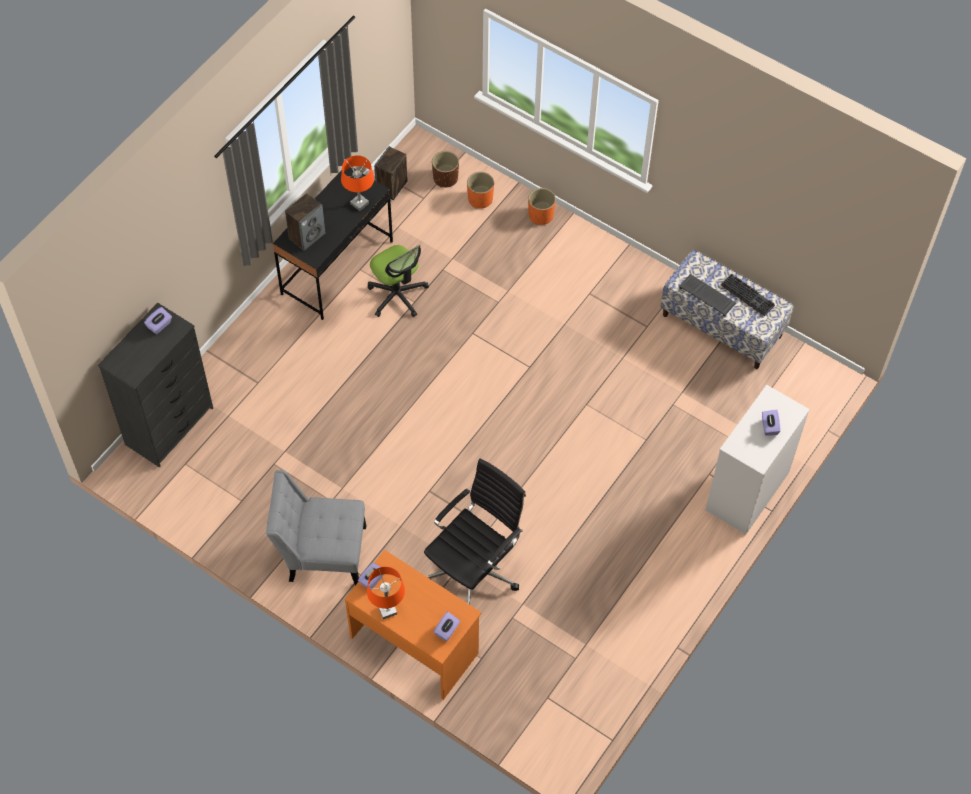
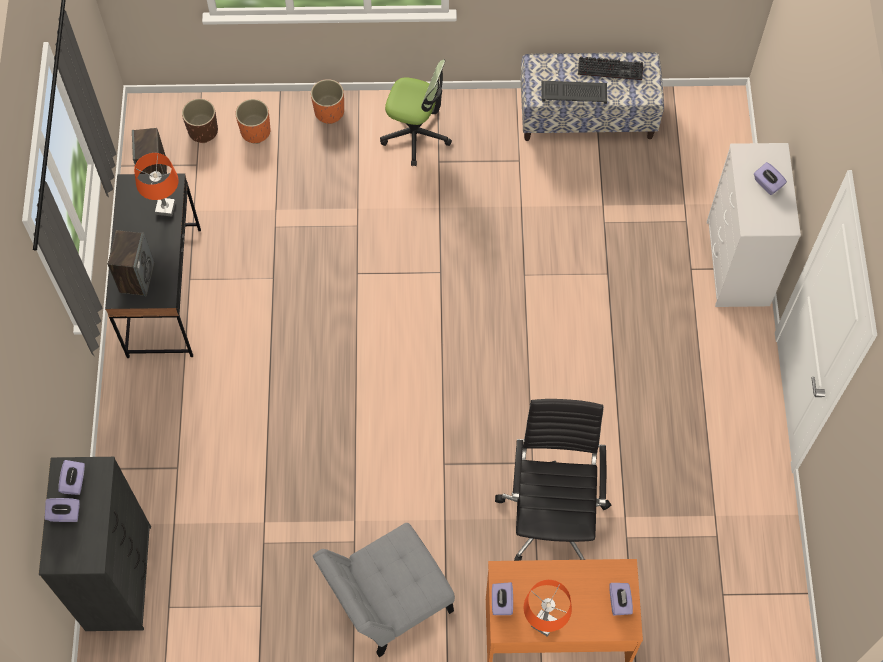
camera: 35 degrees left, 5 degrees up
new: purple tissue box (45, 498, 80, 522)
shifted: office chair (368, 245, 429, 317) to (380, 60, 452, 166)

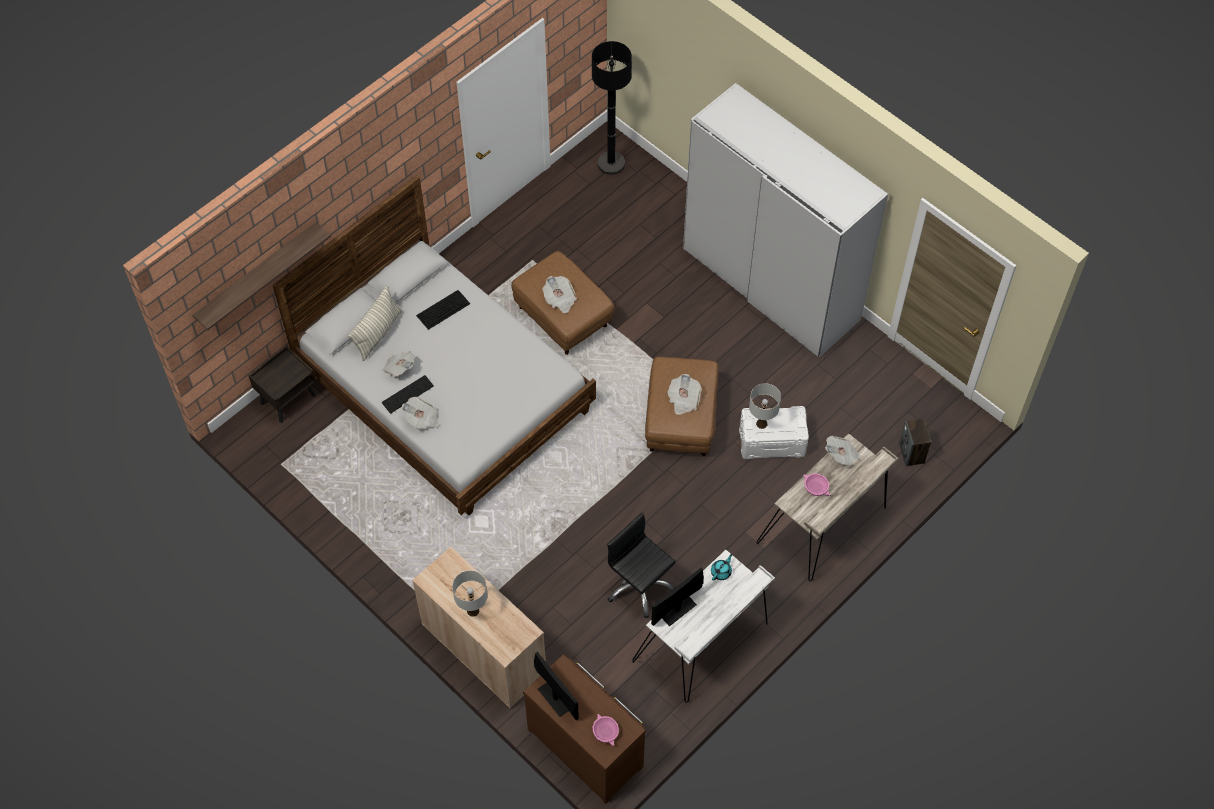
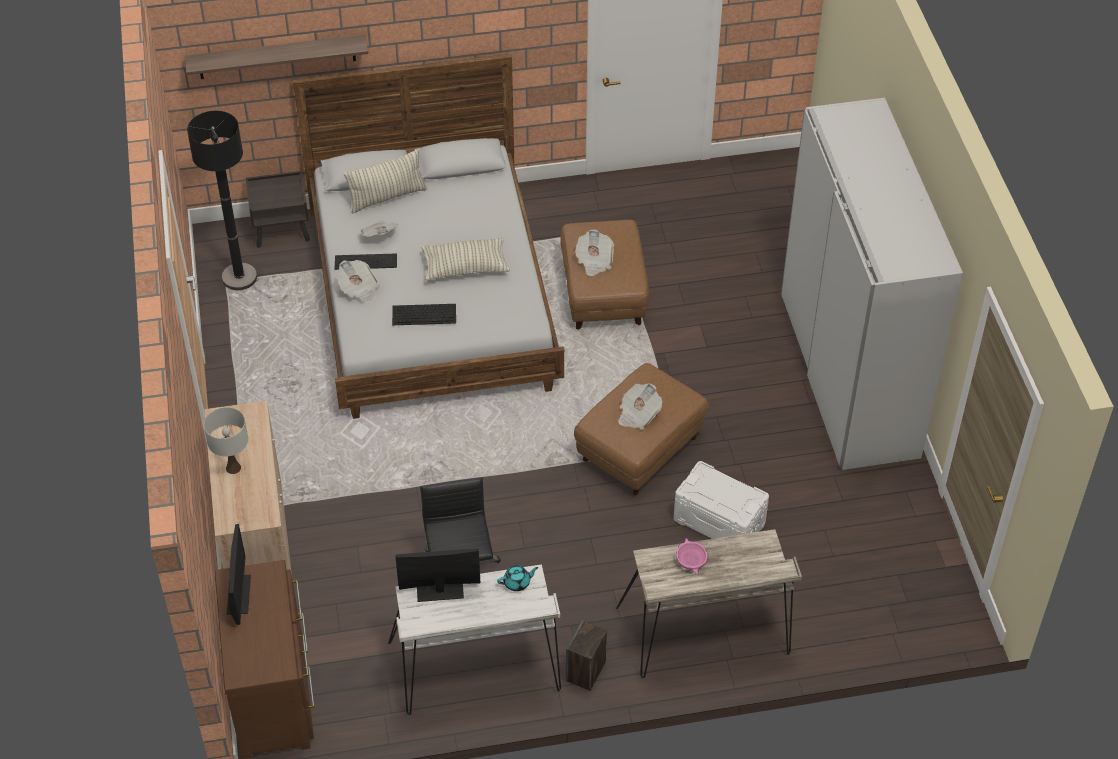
camera: 35 degrees right, 10 degrees down
gone: pink bowl (592, 714, 619, 746); white table lamp (749, 383, 781, 429); newspaper (825, 436, 861, 466)
new: pillow (421, 237, 510, 281)
shifted: keyboard (416, 290, 470, 330) to (392, 304, 456, 325); black floor lamp (592, 41, 632, 175) to (187, 111, 257, 290); speaker (899, 419, 932, 467) to (566, 620, 607, 691)

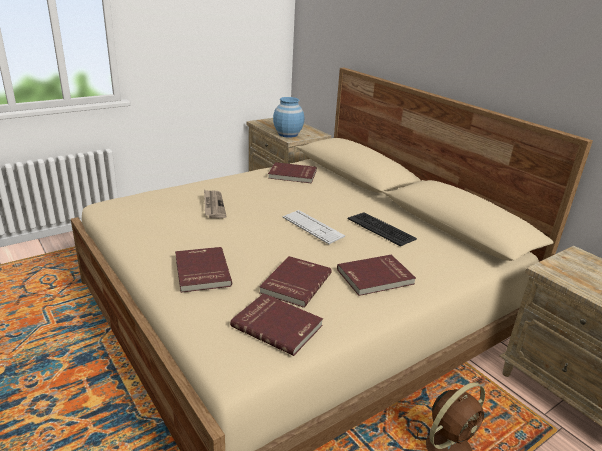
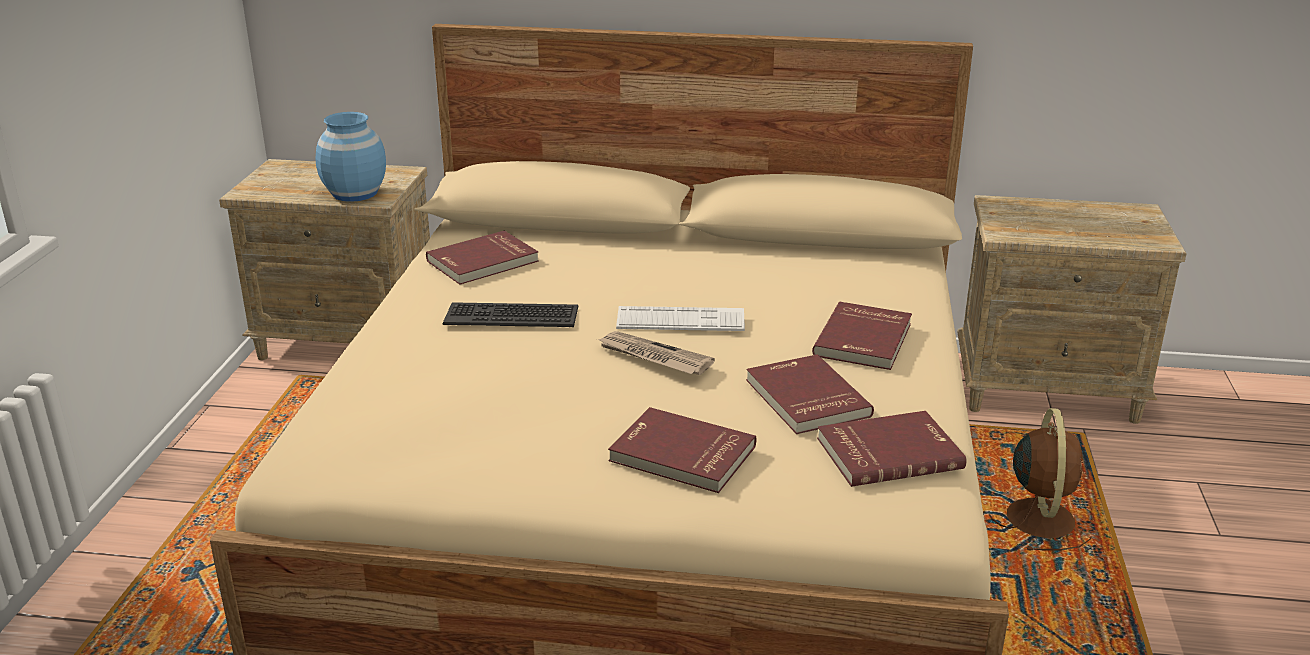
camera: 45 degrees left, 0 degrees up
shifted: newspaper (204, 190, 226, 218) to (597, 331, 715, 375); keyboard (347, 212, 417, 246) to (443, 302, 578, 327)

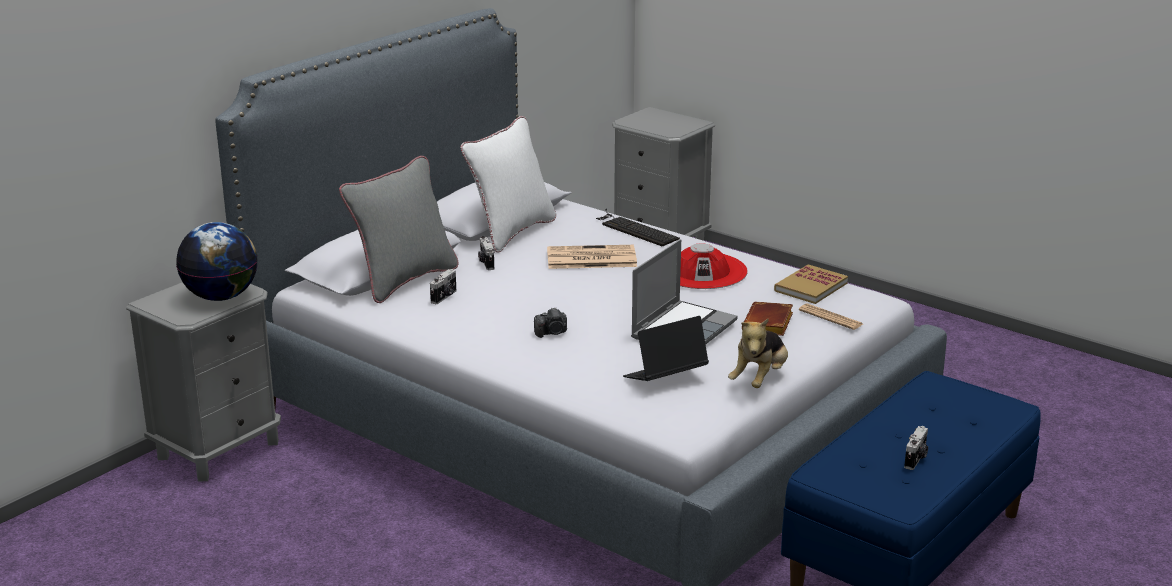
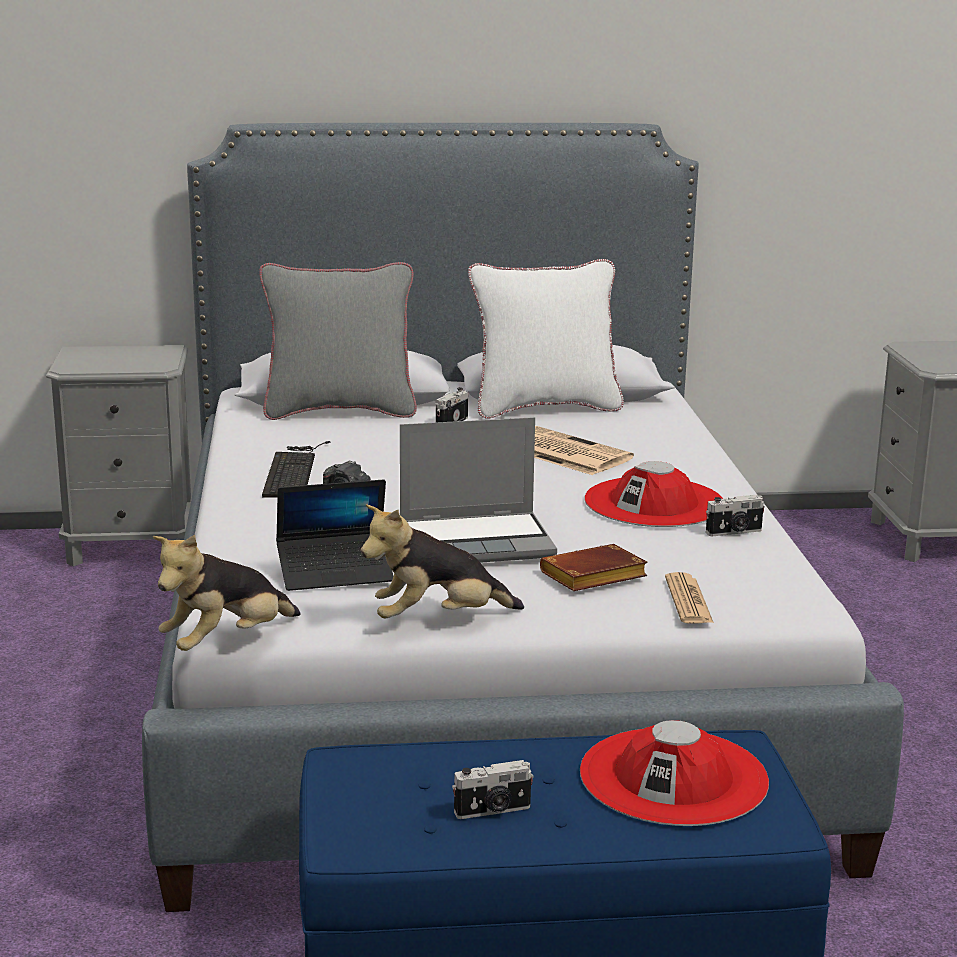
camera: 45 degrees right, 5 degrees down
gone: globe (176, 222, 258, 301); book (774, 264, 848, 304)
new: plush toy (153, 535, 301, 651); red hat (580, 720, 769, 826)
shifted: photo camera (430, 269, 456, 304) to (706, 495, 765, 536); keyboard (596, 208, 680, 247) to (262, 441, 330, 498)
rotated: laptop (623, 316, 709, 381) = (276, 479, 393, 591) 150 degrees clockwise

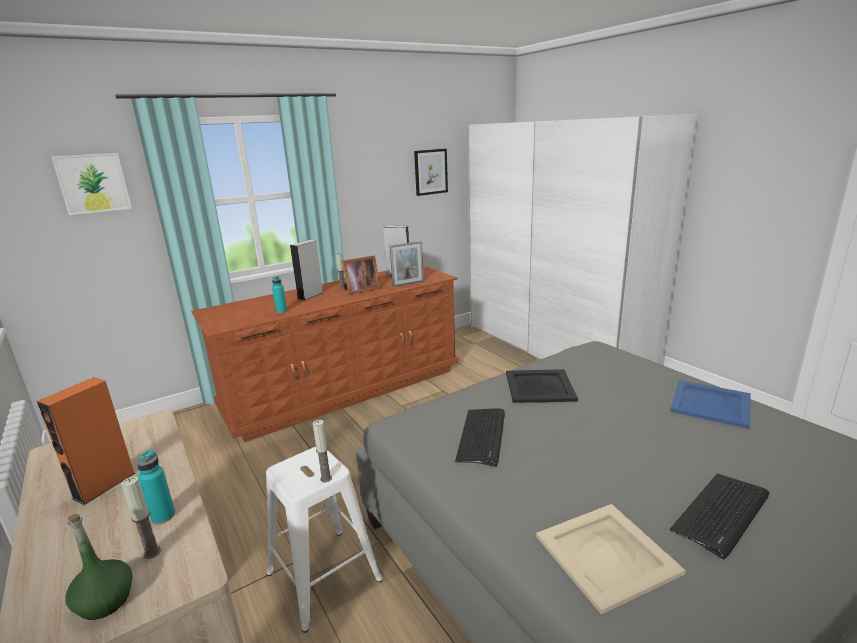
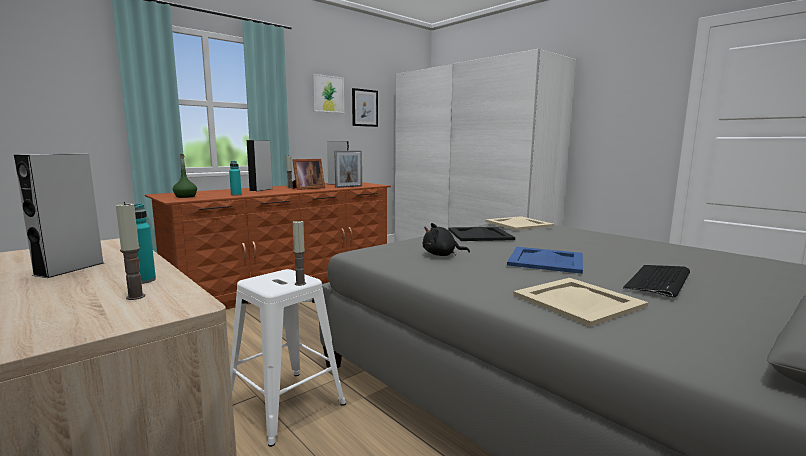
camera: 10 degrees left, 10 degrees down
new: beige tray (485, 216, 554, 230)
shifted: picture (51, 153, 132, 215) to (312, 74, 344, 113); green bottle (66, 514, 133, 620) to (173, 154, 197, 198); blue tray (670, 380, 751, 429) to (507, 247, 583, 274)
swapped: keyboard (455, 408, 505, 466) to black plush toy (423, 223, 470, 256)
repainted: orange speaker (37, 377, 135, 505) to grey speaker (14, 154, 103, 278)

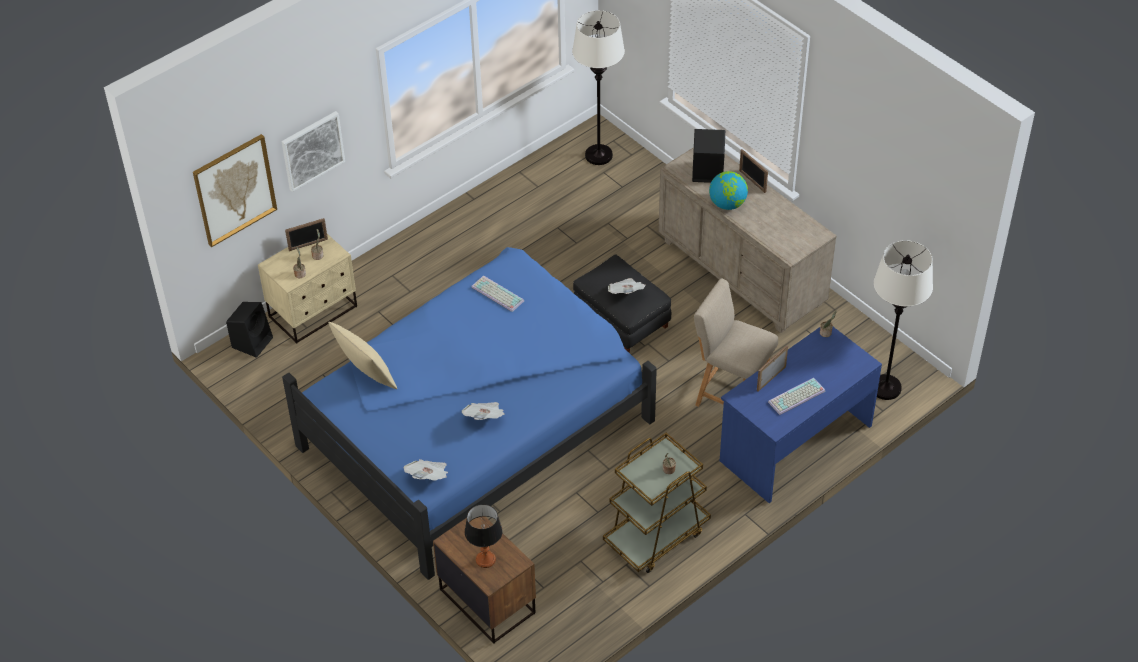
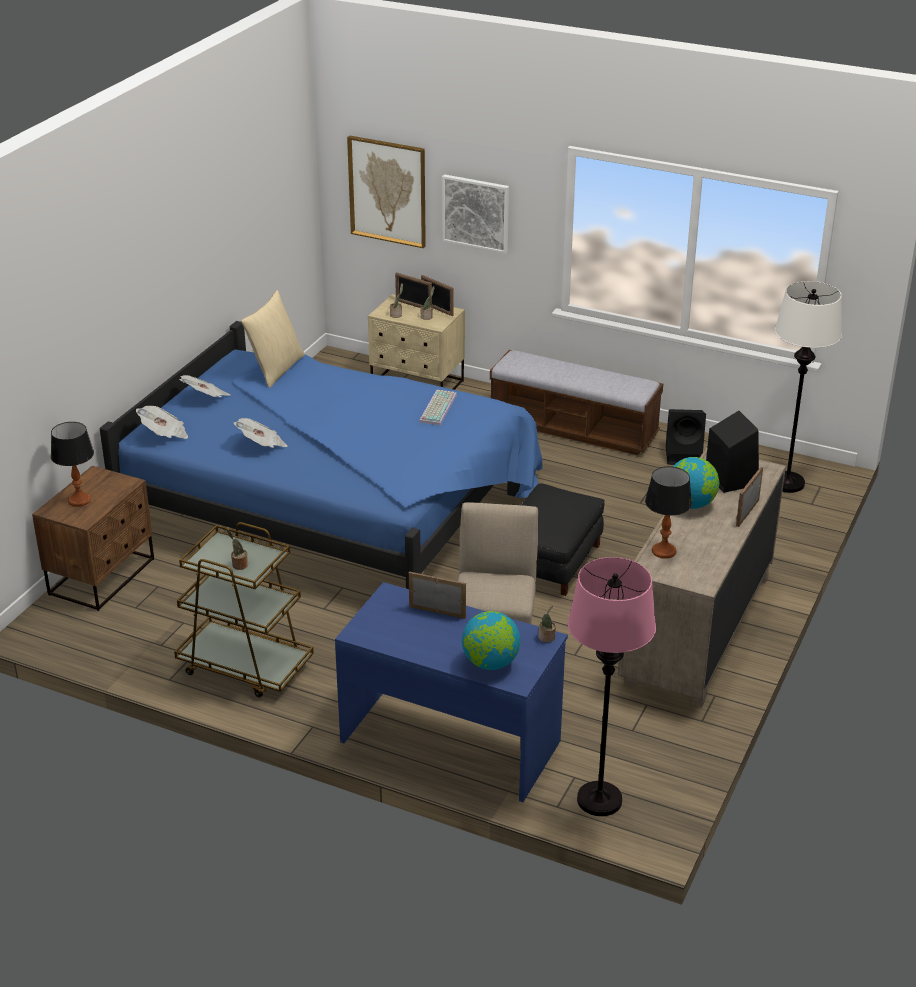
camera: 65 degrees right, 15 degrees down
gone: keyboard (768, 378, 826, 415)
new: picture frame (395, 272, 432, 308); globe (462, 611, 521, 670); bench (490, 350, 663, 455); table lamp (645, 466, 692, 559)
shifted: black speaker (226, 302, 273, 358) to (666, 409, 706, 465); newspaper (608, 278, 645, 294) to (179, 375, 231, 397)
repainted: white floor lamp (874, 240, 933, 400) to pink floor lamp (568, 557, 656, 816)

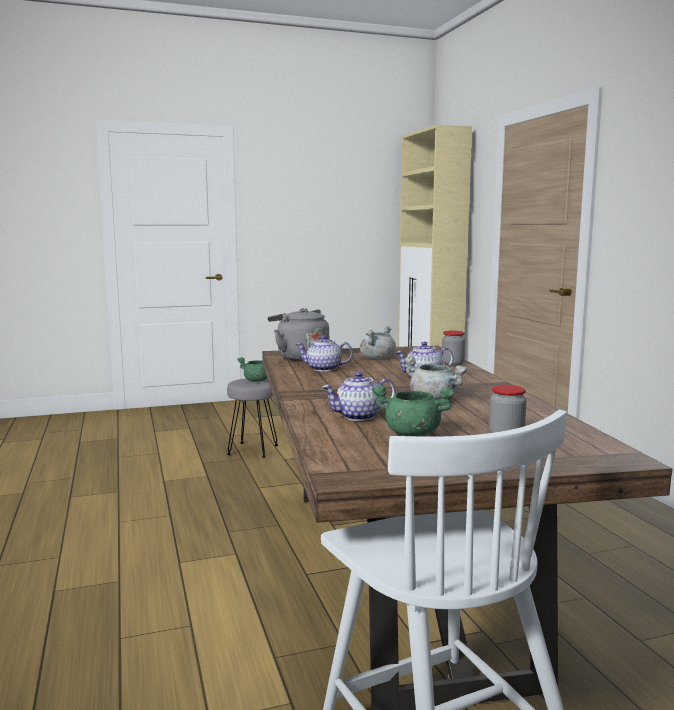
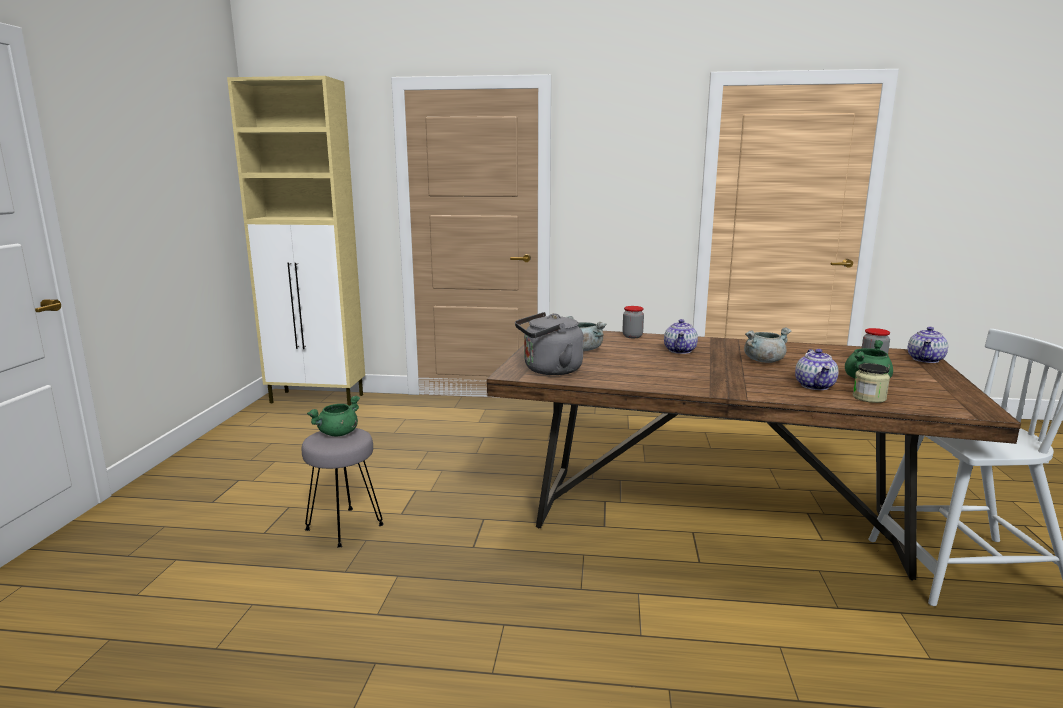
camera: 65 degrees left, 5 degrees up
new: jar (853, 363, 890, 403)
shifted: teapot (296, 335, 353, 372) to (908, 327, 948, 363)

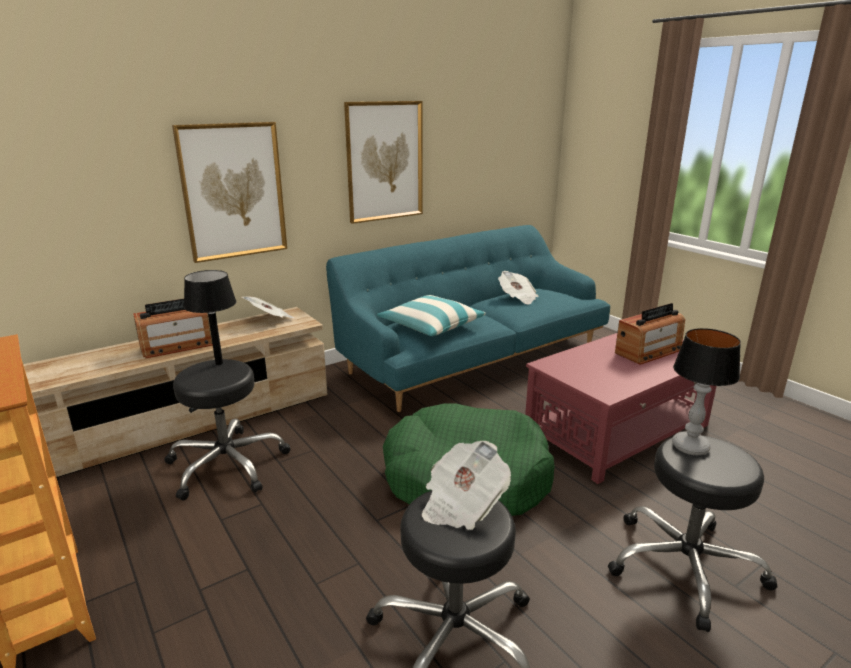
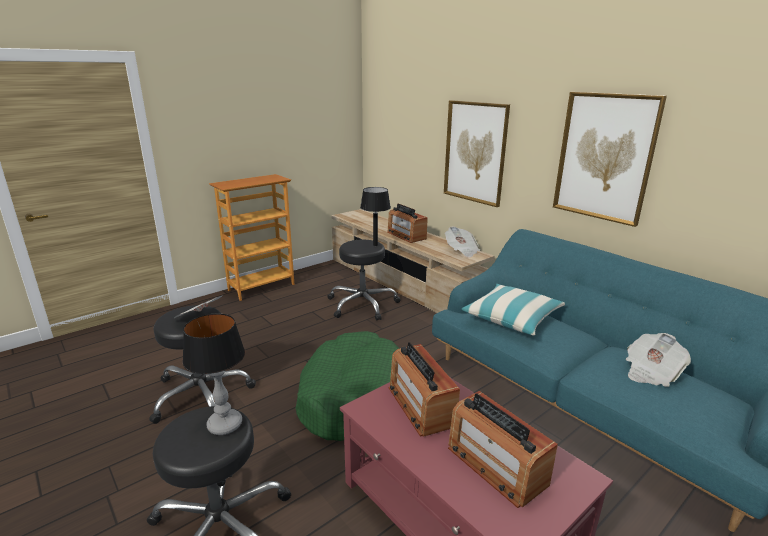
camera: 85 degrees right, 0 degrees up
new: radio (389, 342, 460, 437)

